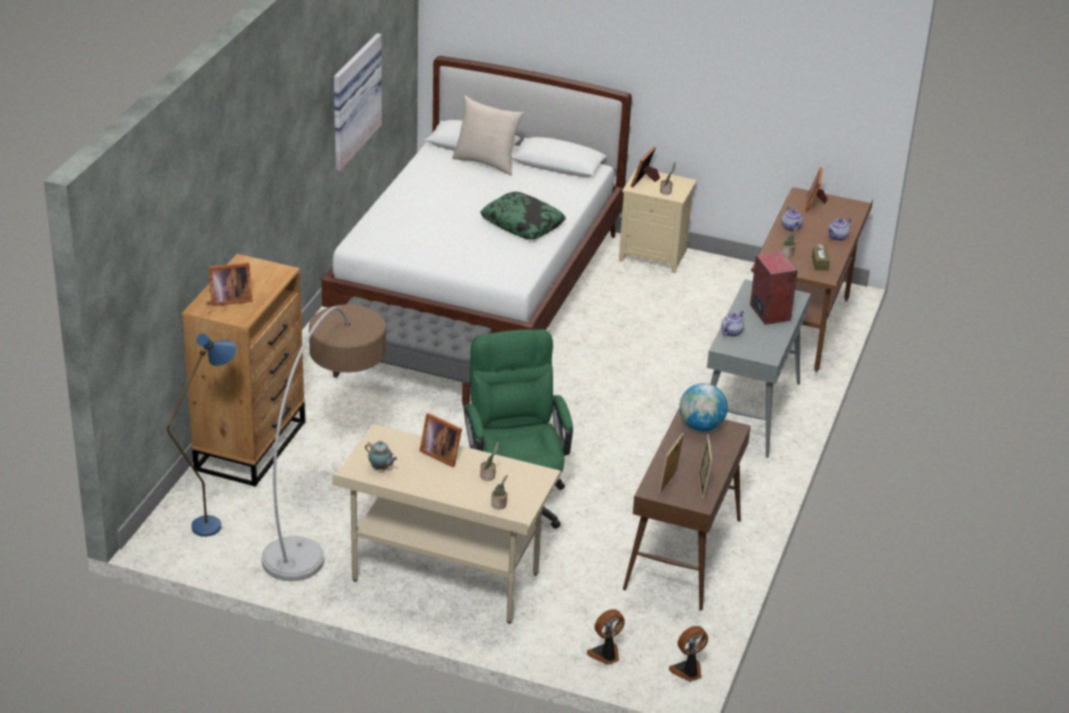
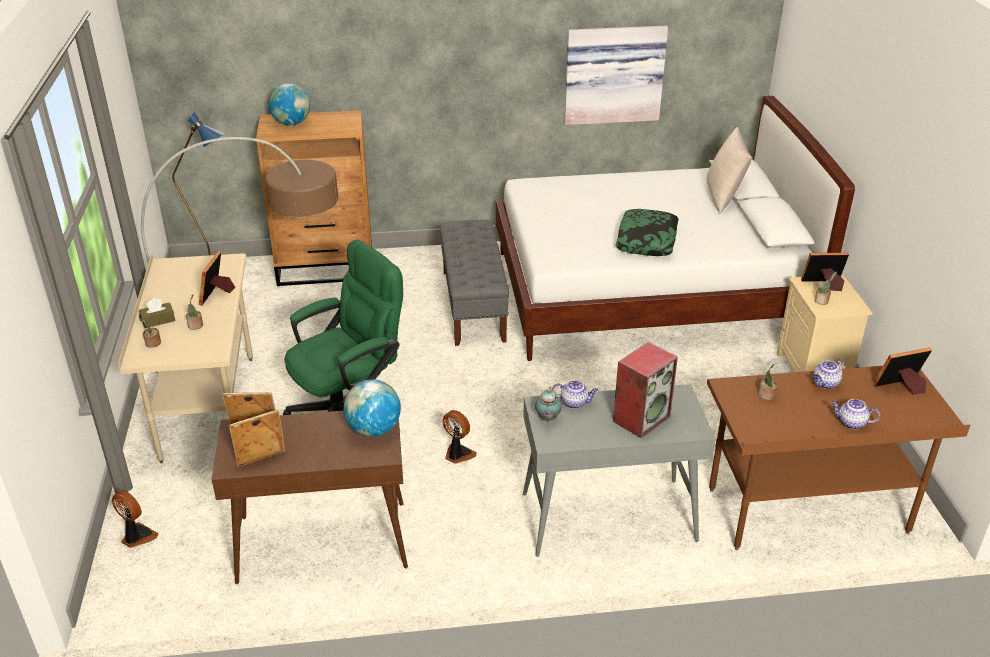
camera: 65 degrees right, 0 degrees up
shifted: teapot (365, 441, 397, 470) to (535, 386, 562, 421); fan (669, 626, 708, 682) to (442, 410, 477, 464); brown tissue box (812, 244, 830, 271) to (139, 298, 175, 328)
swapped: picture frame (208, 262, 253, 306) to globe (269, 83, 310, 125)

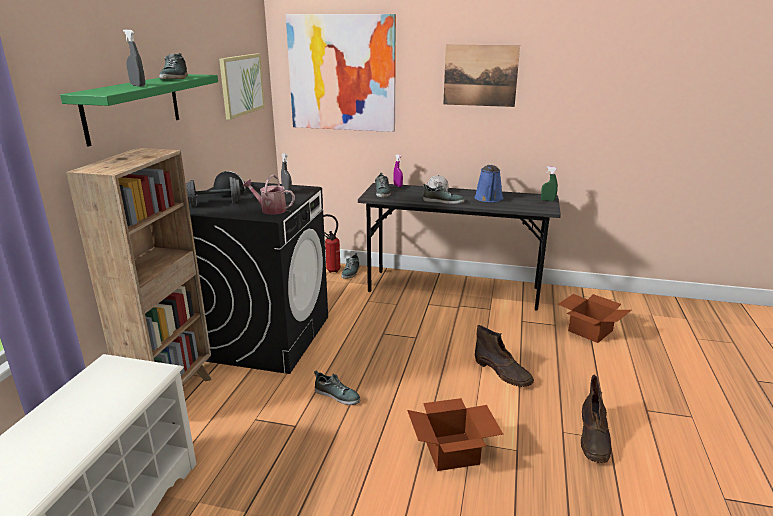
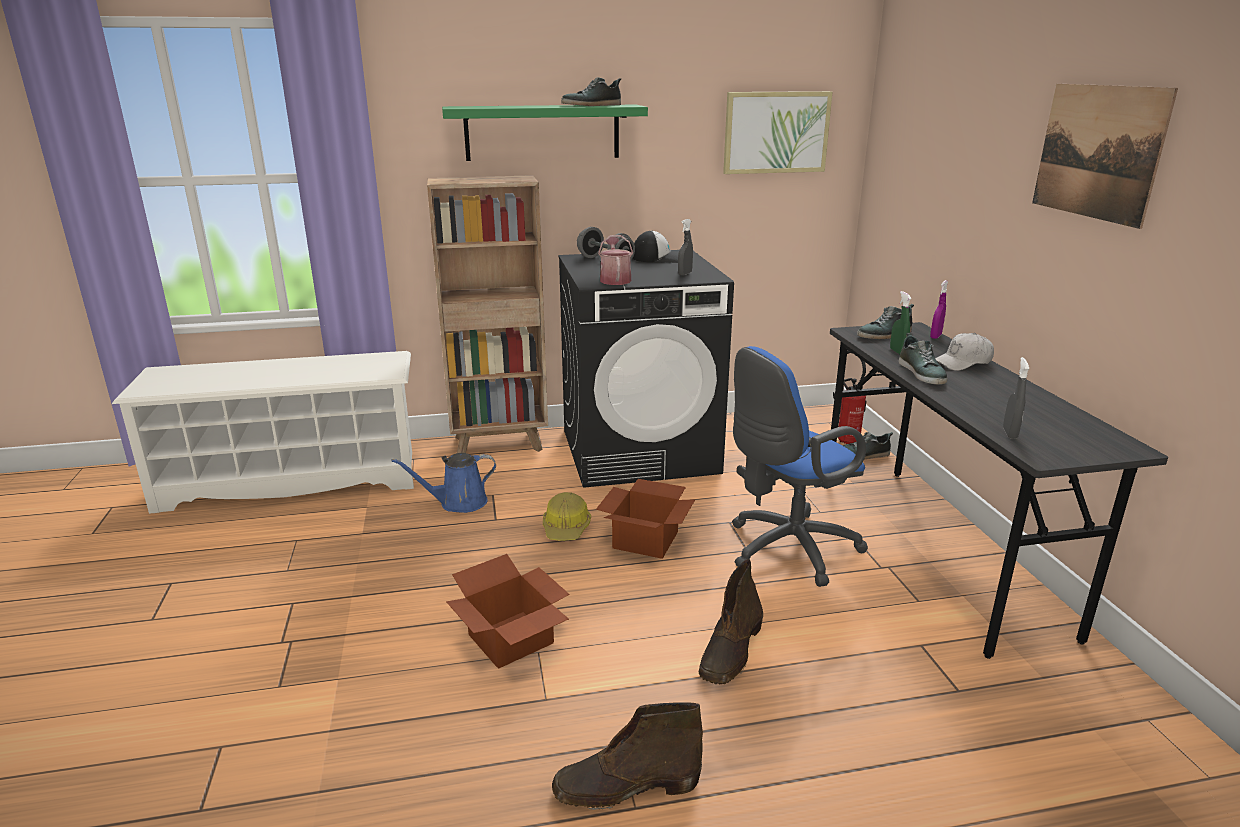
camera: 65 degrees right, 0 degrees up
gone: picture (286, 14, 396, 132)
new: blue office chair (732, 346, 868, 587)
shifted: grey spray bottle (123, 29, 145, 87) to (1003, 357, 1029, 439); blue watering can (474, 164, 503, 202) to (391, 453, 496, 513); green spray bottle (541, 166, 558, 201) to (890, 291, 912, 354); cardboard box (558, 294, 631, 343) to (596, 479, 695, 559)
swapped: shoe (314, 371, 361, 405) to hard hat (543, 492, 591, 541)

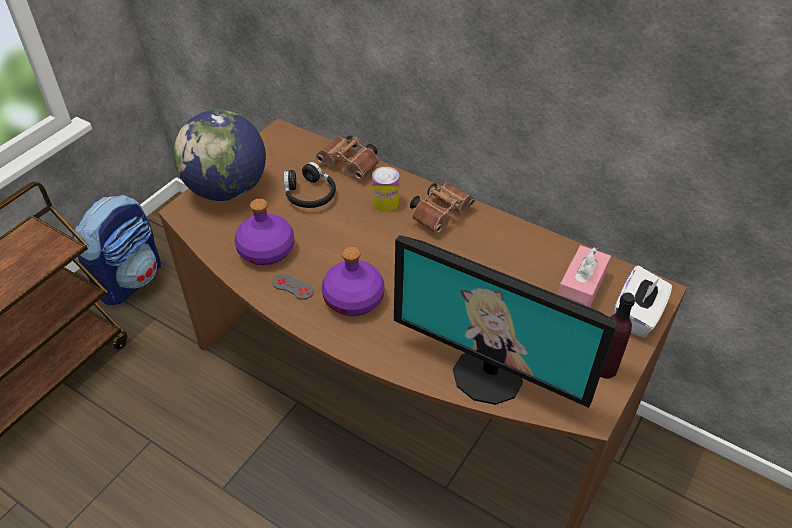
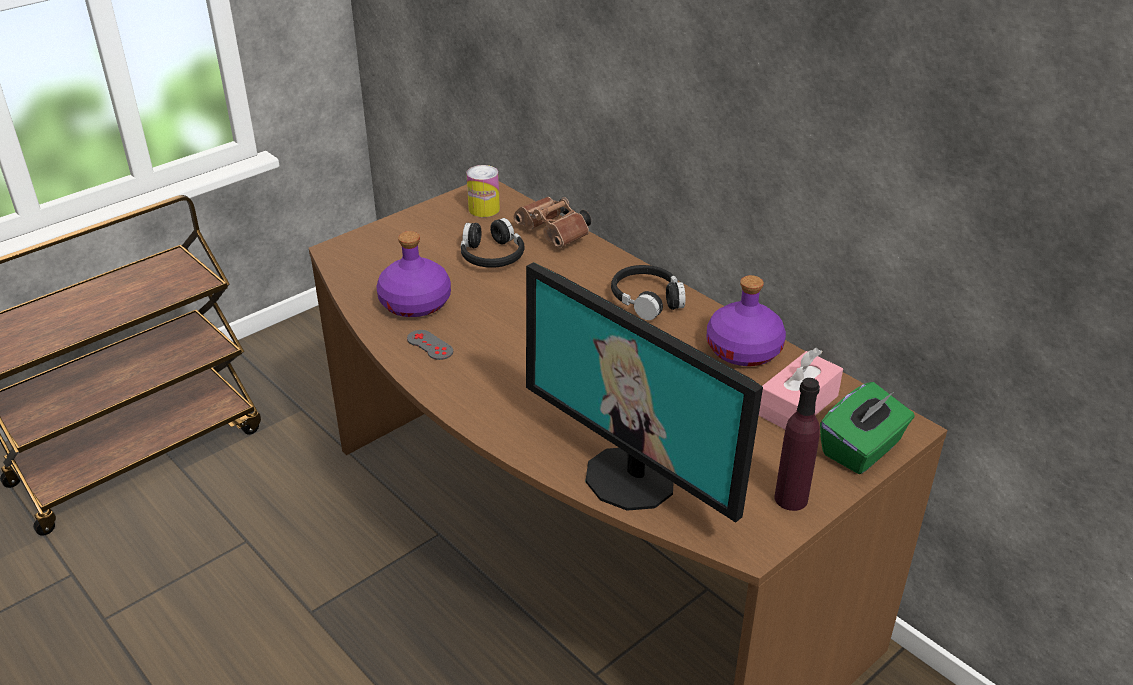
camera: 15 degrees right, 10 degrees down
gone: backpack (73, 195, 161, 305); globe (173, 110, 266, 201)
shifted: purple bottle (322, 246, 385, 316) to (707, 275, 786, 366); can (372, 167, 399, 212) to (467, 165, 500, 217)
swapped: brown binoculars (410, 183, 475, 233) to black headphones (611, 265, 685, 320)
repainted: white tissue box (614, 265, 672, 337) to green tissue box (820, 382, 915, 474)

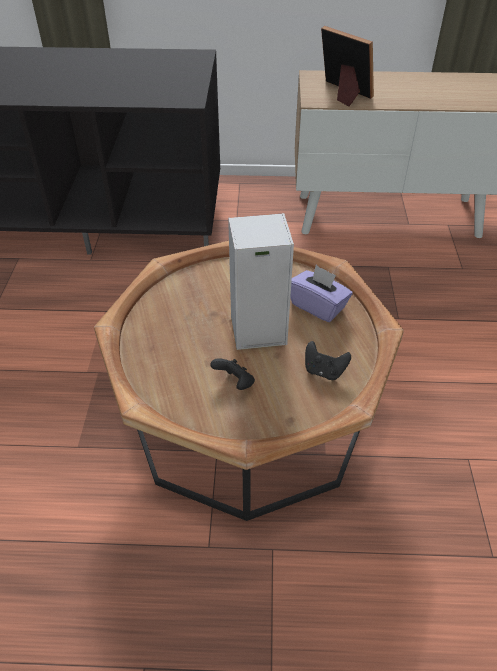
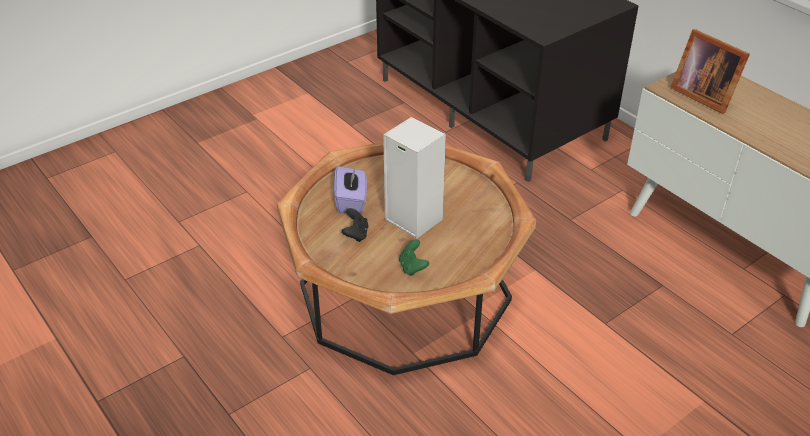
camera: 50 degrees right, 5 degrees down
shifted: purple tissue box (290, 265, 353, 322) to (334, 166, 367, 213)
repainted: black game controller (305, 341, 351, 380) to green game controller (399, 239, 429, 276)
rotated: picture frame (321, 26, 374, 106) = (670, 29, 750, 114) 135 degrees clockwise

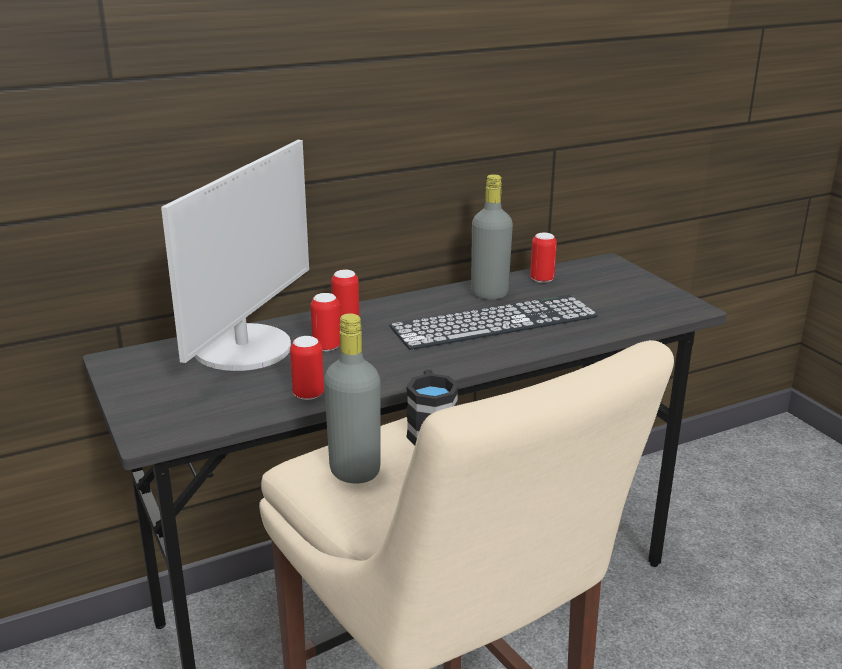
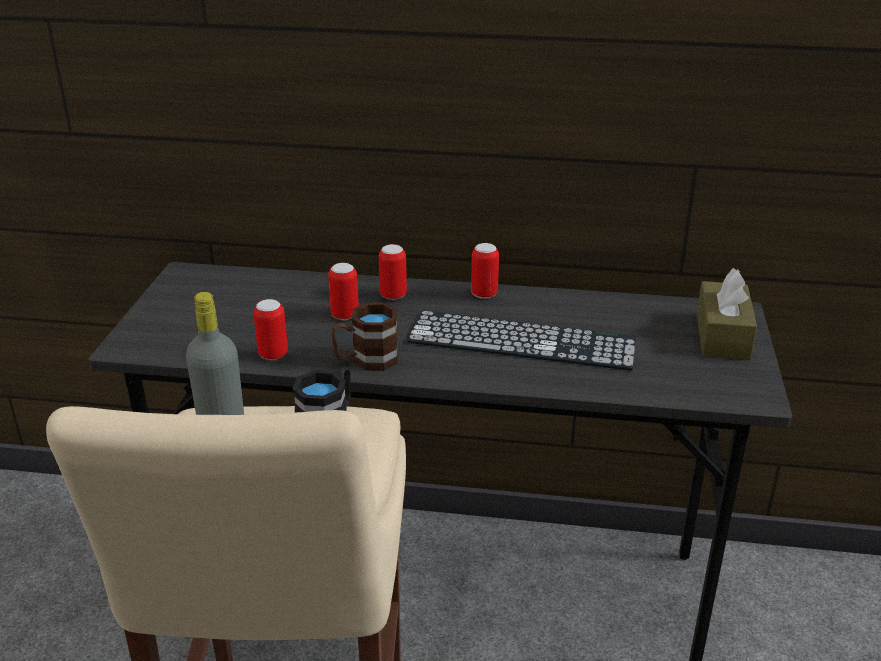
camera: 35 degrees right, 5 degrees up
gone: monitor (161, 140, 309, 371); grey bottle (471, 174, 513, 300)
new: brown mug (331, 303, 399, 371); brown tissue box (697, 268, 757, 360)
shifted: can (530, 232, 557, 283) to (471, 243, 499, 299)

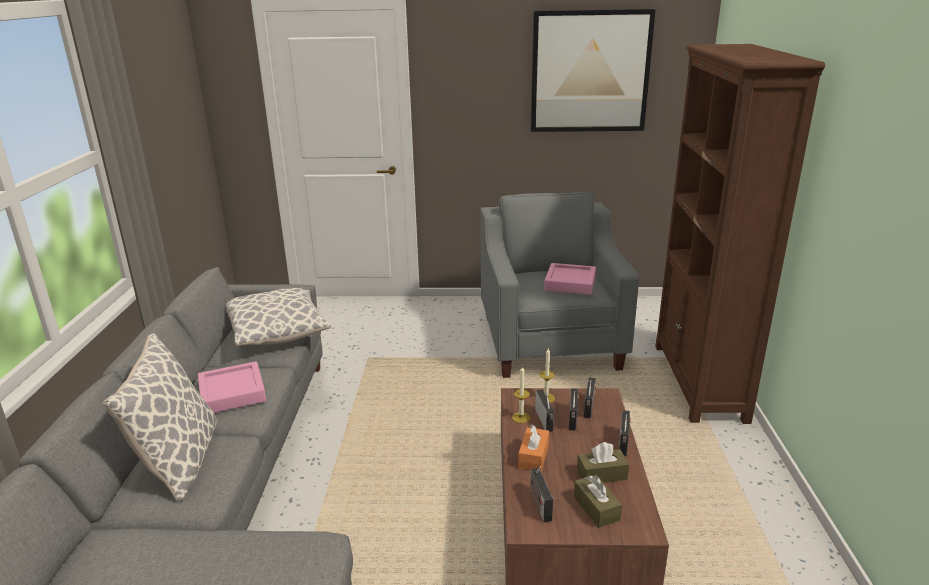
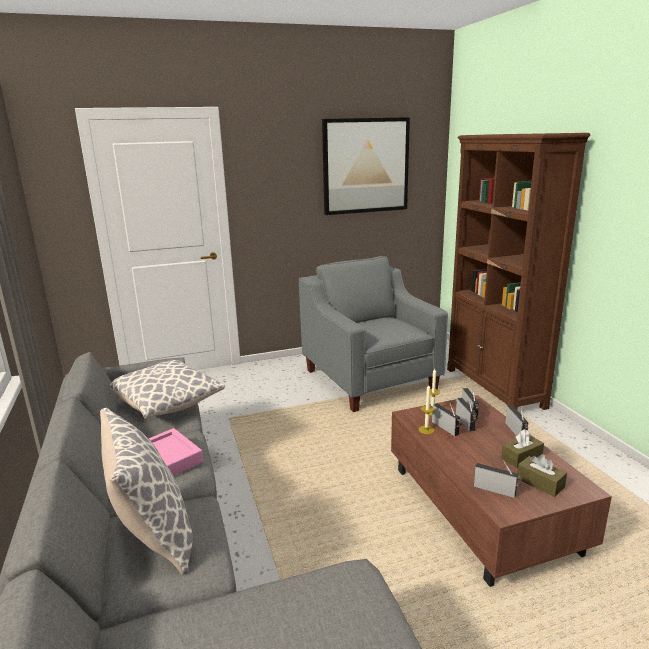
camera: 20 degrees left, 5 degrees down
gone: orange tissue box (518, 425, 549, 472); pink tray (544, 263, 596, 295)
rotated: radio (530, 467, 553, 522) = (474, 460, 522, 498) 150 degrees clockwise

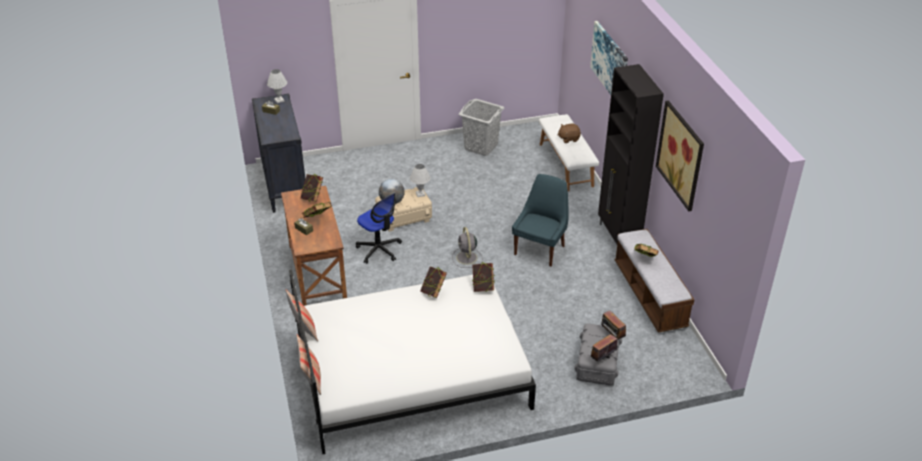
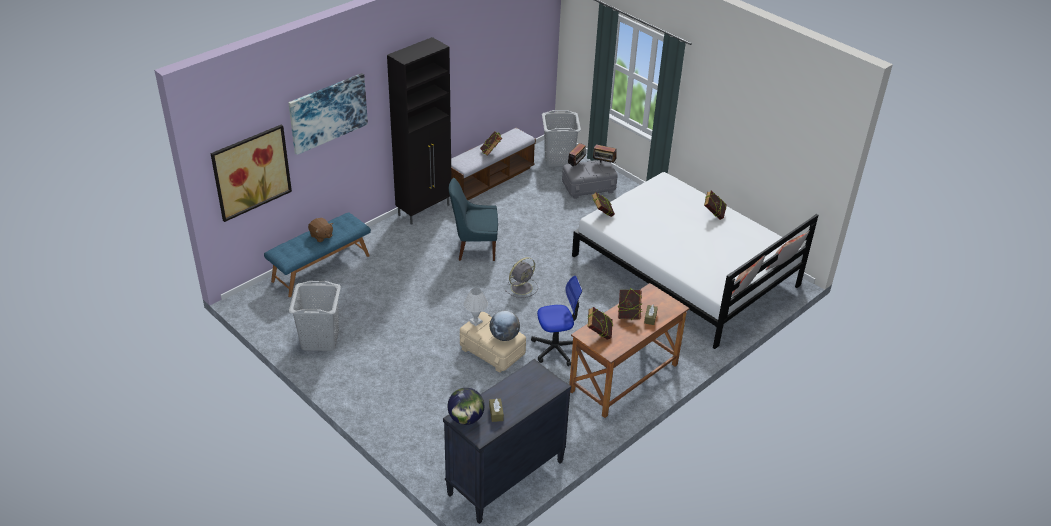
camera: 120 degrees left, 0 degrees up
new: grey laundry basket (542, 110, 581, 167)
shifted: book (420, 266, 447, 298) to (704, 191, 727, 220); picture (656, 100, 704, 211) to (210, 124, 292, 222)
swapped: white table lamp (267, 69, 287, 103) to globe (447, 388, 484, 425)
repainted: white bench (539, 114, 599, 191) to blue bench (264, 212, 371, 297)
rotated: office chair (356, 193, 402, 264) = (531, 276, 582, 366) 60 degrees clockwise

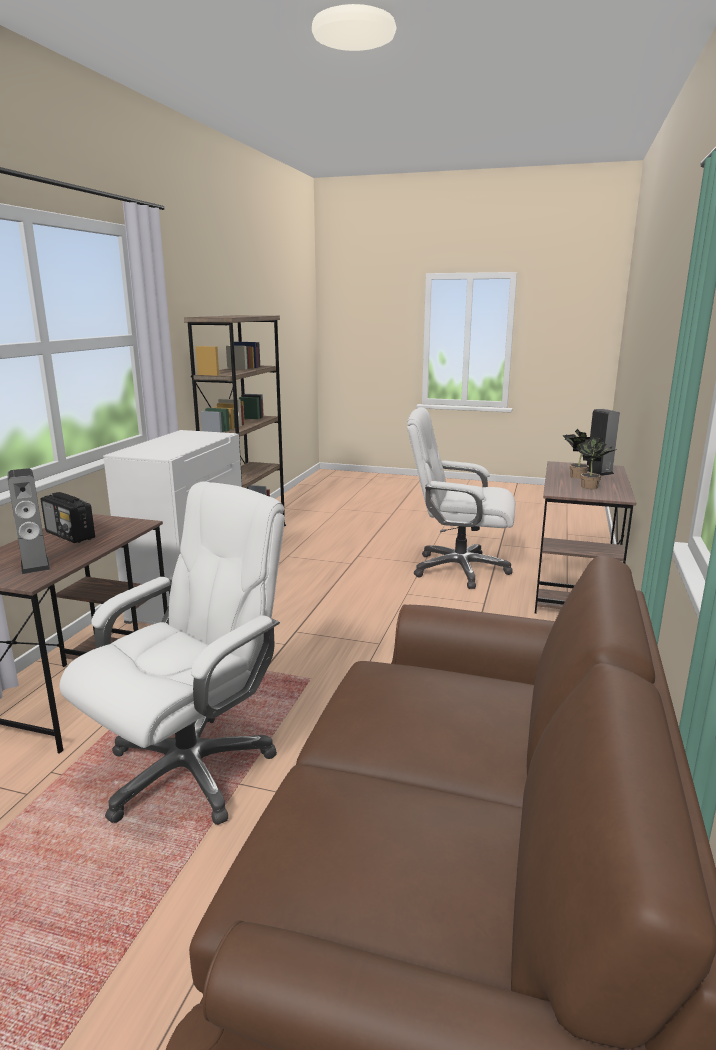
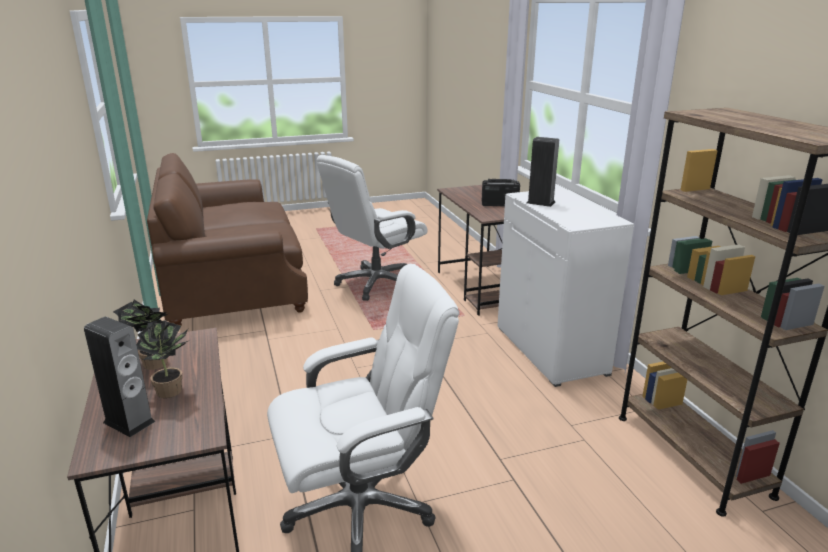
camera: 145 degrees right, 5 degrees up
shifted: speaker (7, 468, 51, 574) to (527, 137, 559, 207)
rotated: white office chair (59, 482, 285, 825) = (317, 155, 427, 301) 45 degrees clockwise

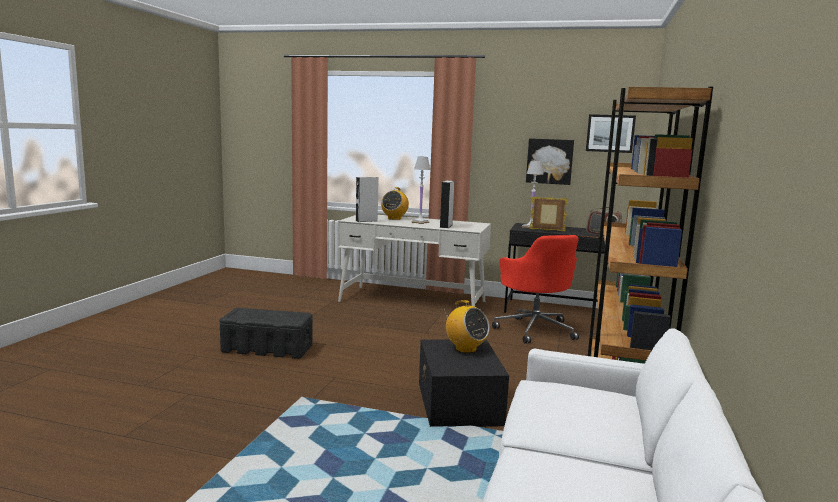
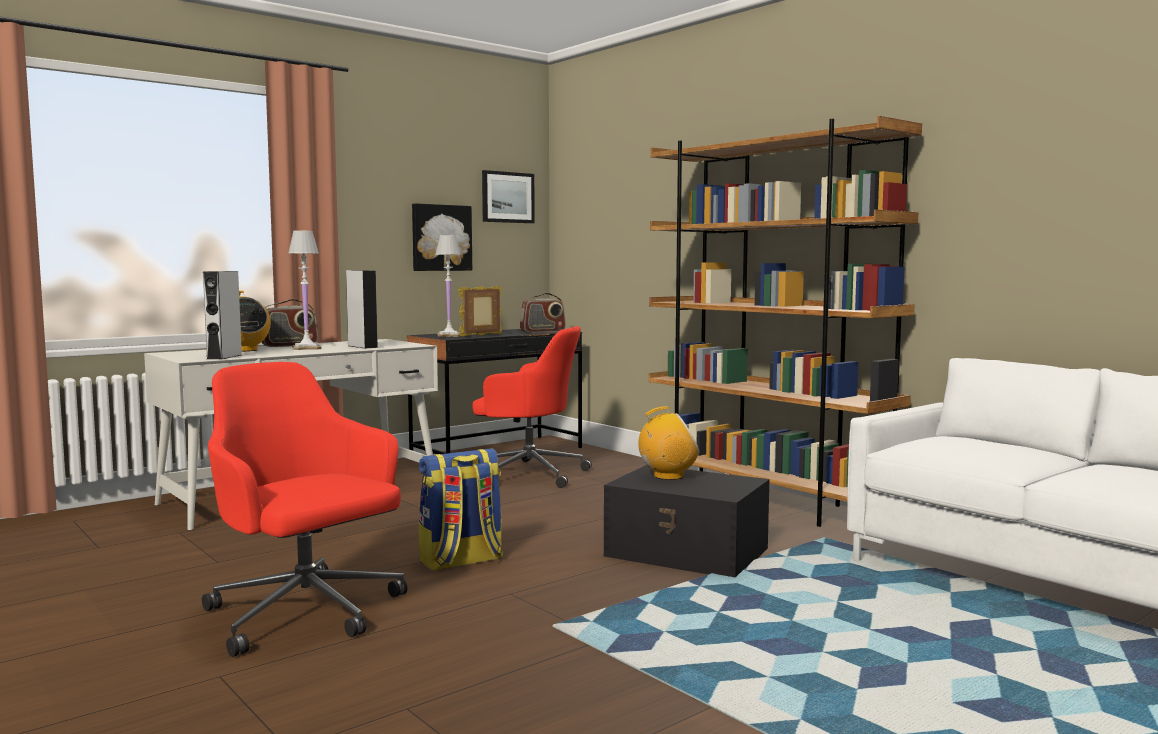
camera: 55 degrees left, 5 degrees down
new: radio (261, 299, 318, 347); backpack (418, 448, 503, 571)
swapped: black storage box (220, 308, 313, 359) to red office chair (202, 362, 408, 657)

